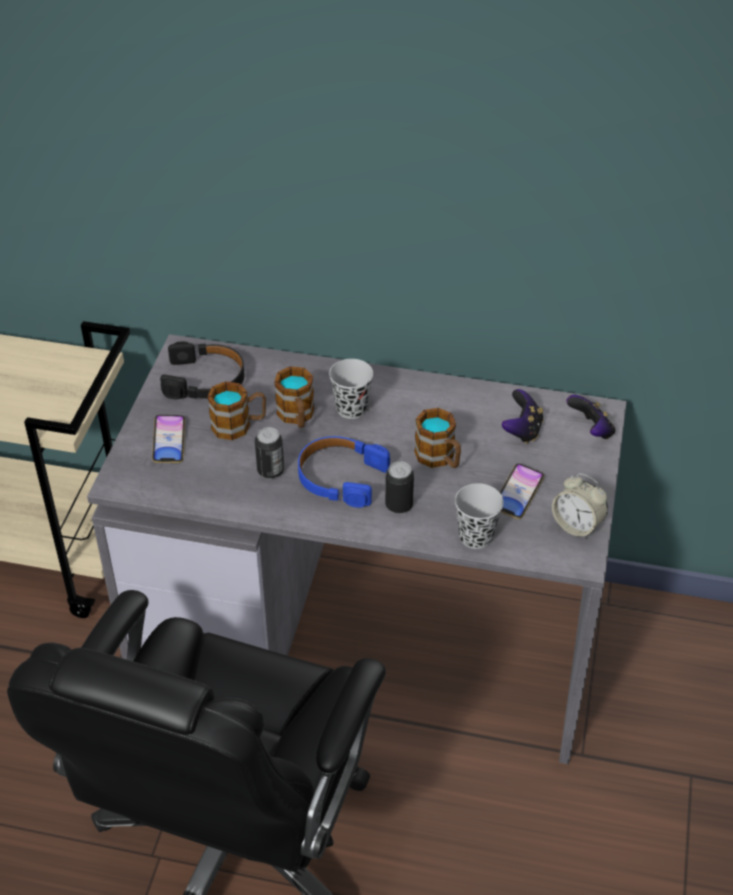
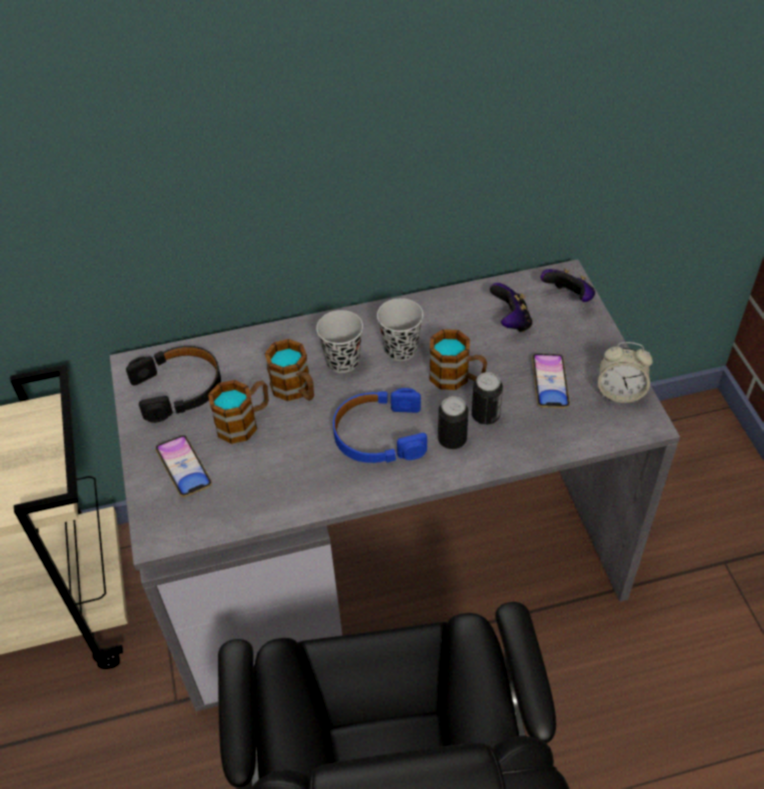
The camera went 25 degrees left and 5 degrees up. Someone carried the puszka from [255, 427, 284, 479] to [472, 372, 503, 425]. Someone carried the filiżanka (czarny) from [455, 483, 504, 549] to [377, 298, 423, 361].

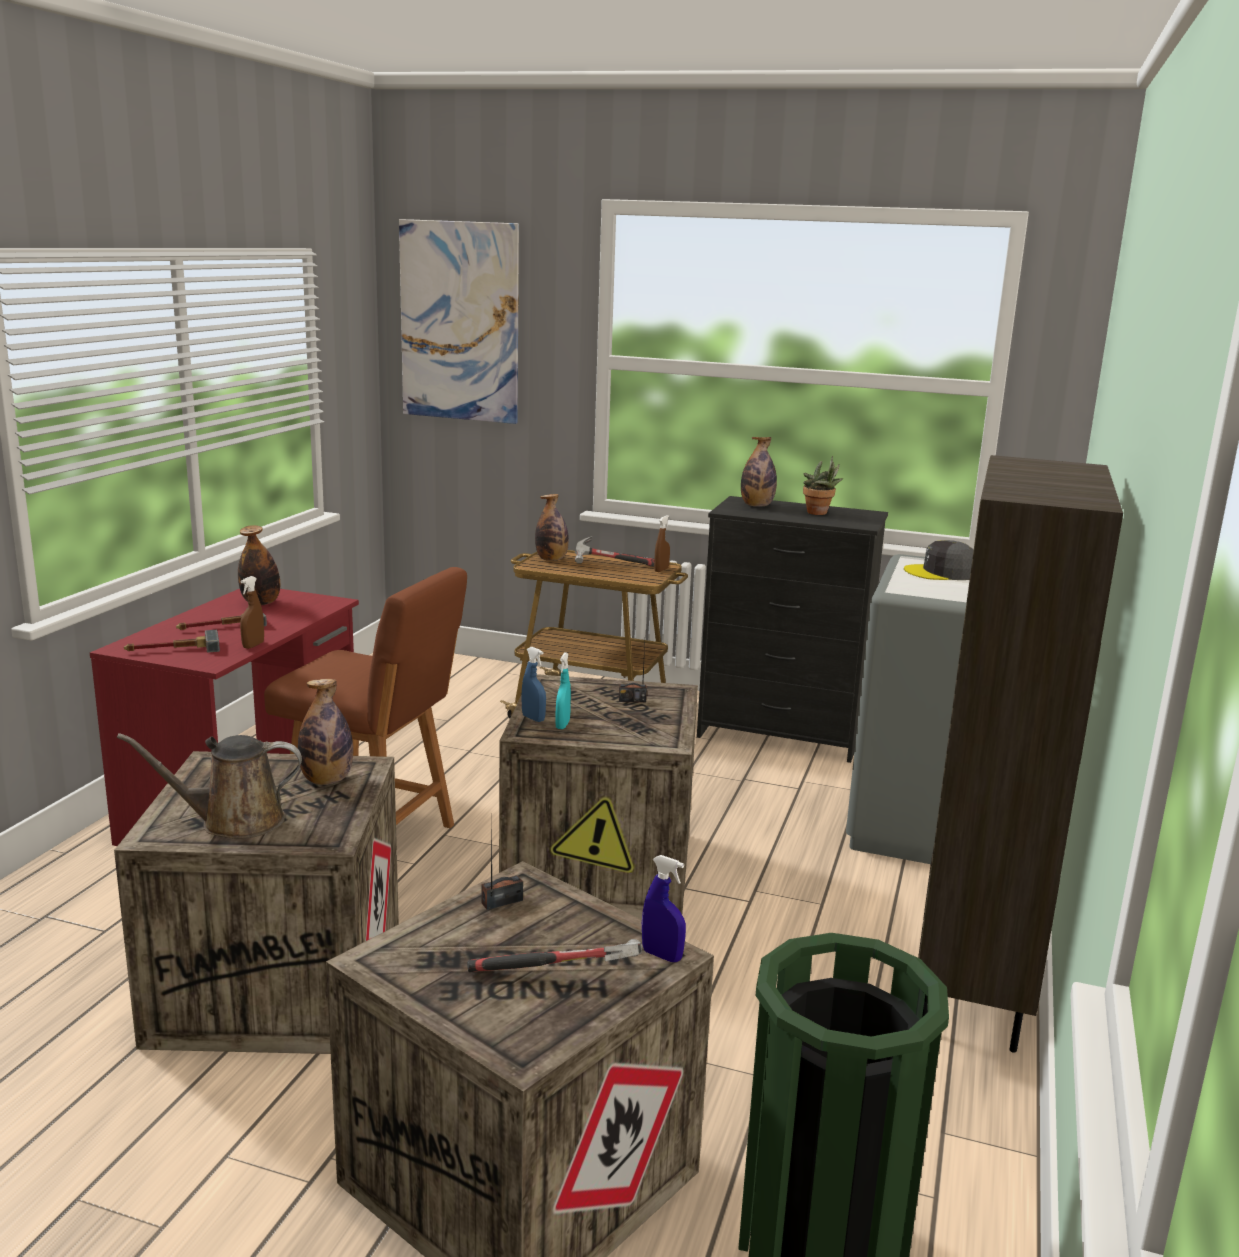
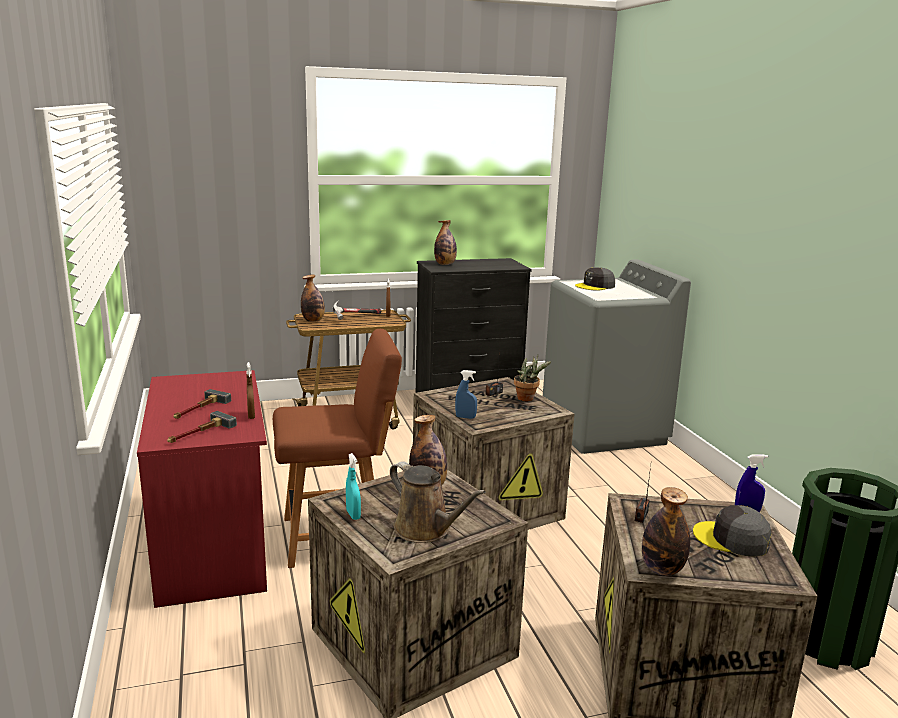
The camera went 35 degrees left and 0 degrees up. Someone took away the obraz at [399, 219, 519, 424]. Someone took away the regał (brązowy) at [918, 455, 1123, 1053]. Someone carried the butelka from [238, 525, 280, 605] to [642, 487, 690, 576]. Someone carried the spryskiwacz (turkusowy) from [556, 652, 571, 729] to [346, 453, 361, 520]. Someone carried the roślina doniczkowa from [803, 456, 843, 515] to [514, 354, 551, 401]. Someone swapped the młotek at [467, 939, 642, 972] for the czapka z daszkiem (szary) at [693, 505, 772, 557]. Someone rotated the konewka (brązowy) at [117, 733, 302, 839] by 90 degrees counterclockwise.

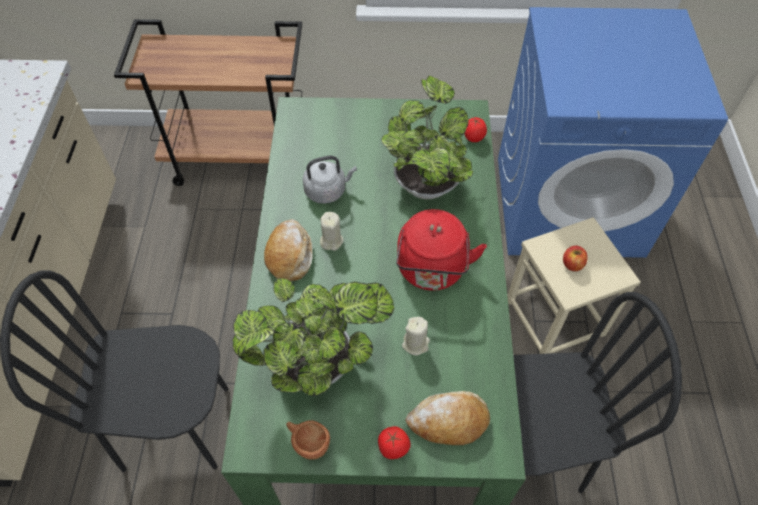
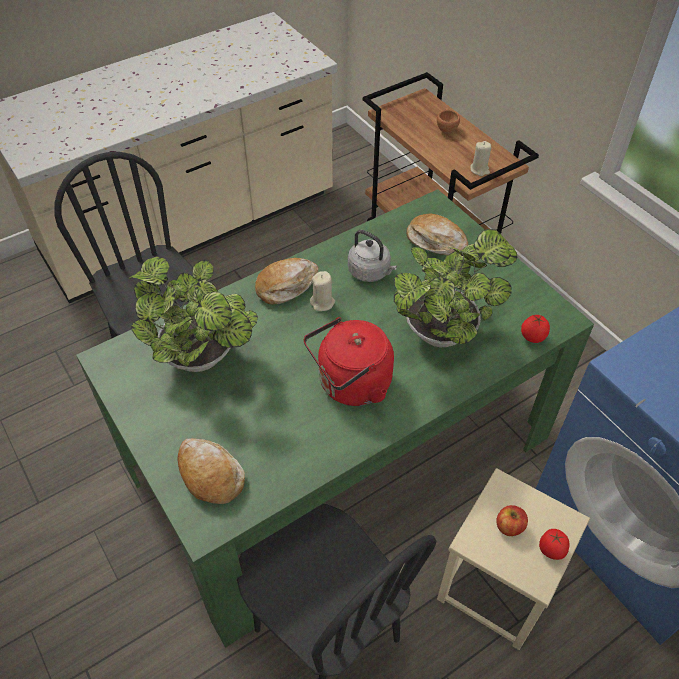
The camera went 55 degrees right and 5 degrees down. Someone put down the chleb at [406, 214, 468, 255]. Someone carried the filiżanka (brązowy) from [286, 420, 330, 460] to [437, 107, 460, 133]. Someone carried the pomidor from [378, 426, 411, 459] to [539, 529, 570, 560]. Someone carried the świeca (beżowy) from [402, 317, 430, 355] to [470, 141, 492, 176].

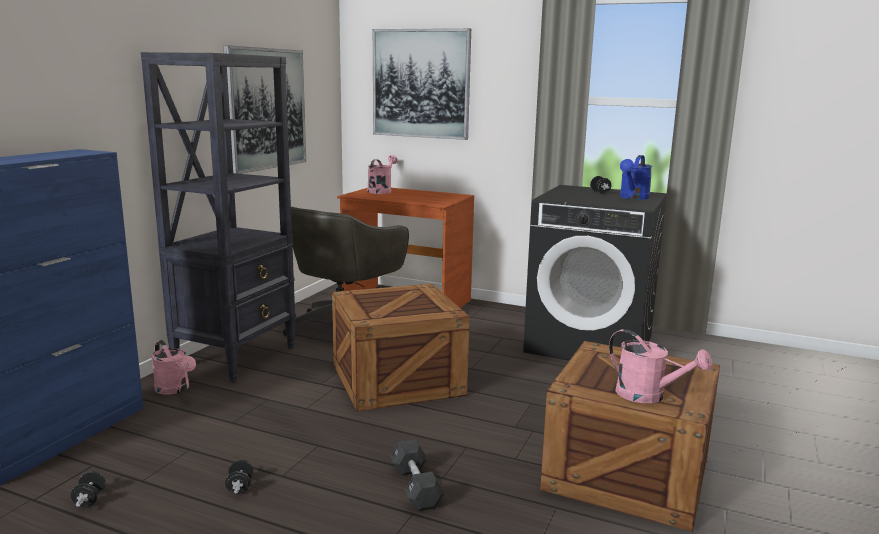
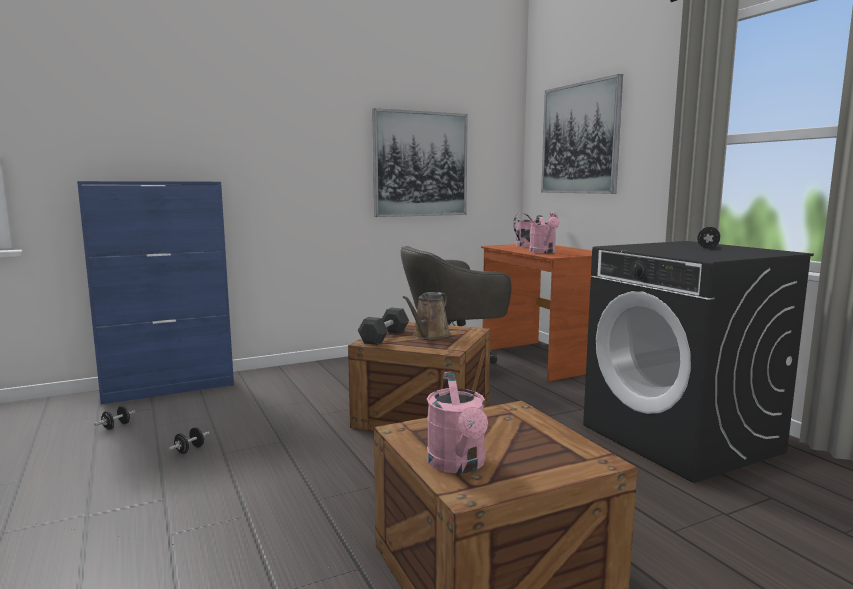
The camera went 40 degrees right and 5 degrees down. Someone took away the regał (czarny) at [141, 52, 296, 383]. Someone took away the konewka (niebieski) at [620, 155, 652, 200]. Someone put down the konewka (brązowy) at [403, 292, 451, 340]. Someone carried the konewka (różowy) from [151, 340, 196, 395] to [529, 215, 560, 254]. Someone carried the hantel (czarny) from [390, 439, 445, 511] to [358, 308, 409, 345].

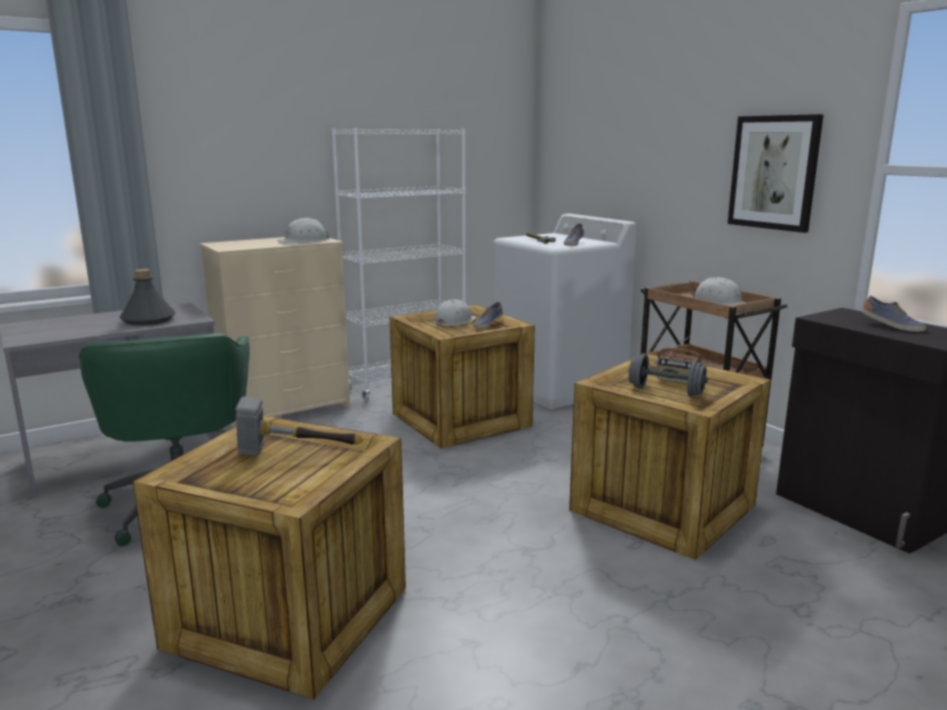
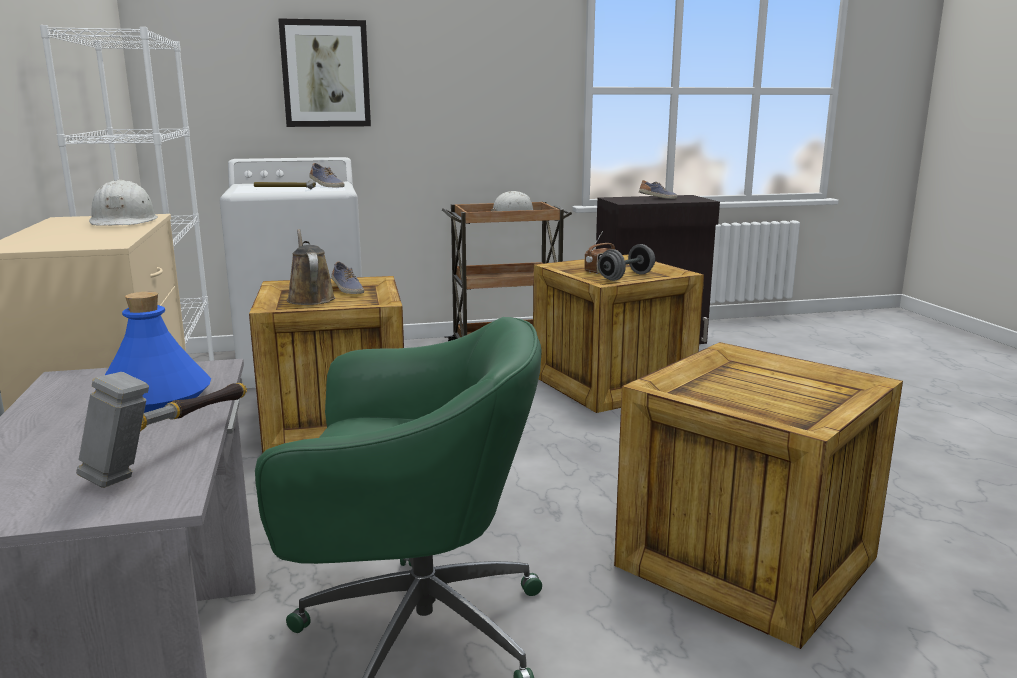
The camera went 70 degrees left and 0 degrees up. Someone carried the młotek from [235, 397, 363, 456] to [76, 372, 247, 488]. Someone carried the obraz from [728, 114, 824, 233] to [278, 18, 371, 127]. Someone swapped the kask (biały) at [434, 299, 477, 326] for the konewka (brązowy) at [287, 229, 336, 305]. Someone repainted the butelka (szary) at [120, 269, 176, 325], which became the butelka (niebieski) at [95, 292, 211, 413].

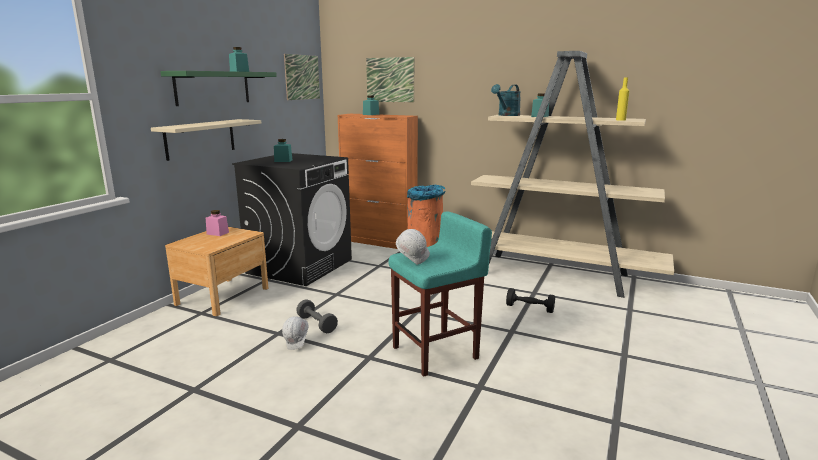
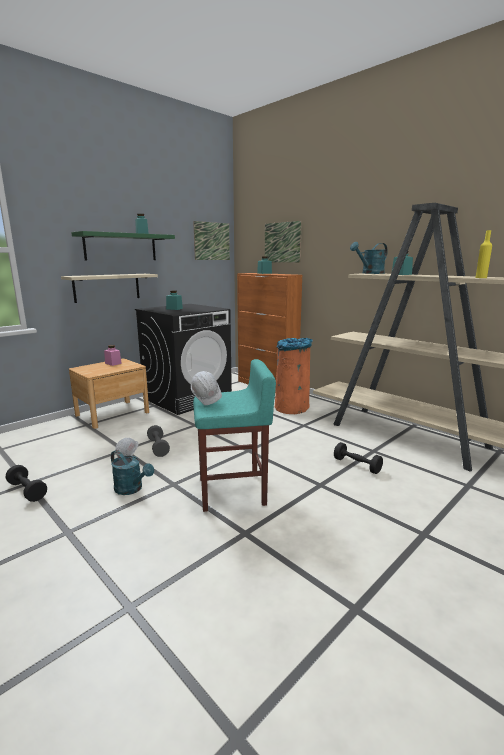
The camera went 20 degrees right and 0 degrees up. Someone put down the hantel (czarny) at [6, 465, 47, 502]. Someone put down the konewka (turkusowy) at [111, 450, 154, 495].

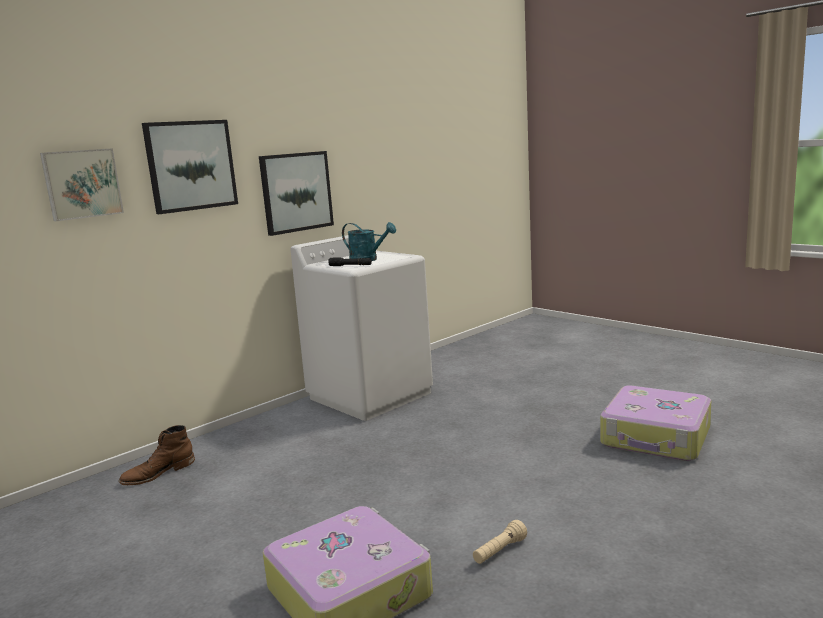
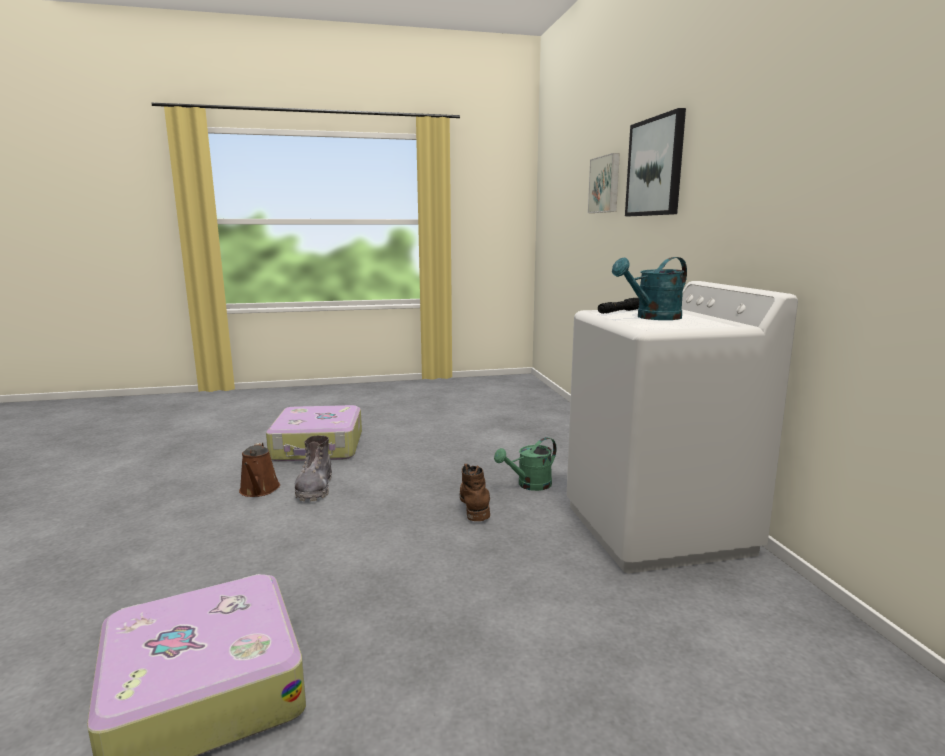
The camera went 120 degrees right and 0 degrees up. Someone took away the obraz at [259, 151, 334, 236]. Someone put down the but z cholewką (szary) at [294, 435, 332, 501]. Someone put down the konewka (zielony) at [494, 437, 557, 491]. Someone carried the but z cholewką (brązowy) from [119, 425, 195, 485] to [460, 464, 490, 521]. Someone swapped the latarka (beżowy) at [473, 520, 527, 564] for the konewka (brązowy) at [239, 442, 280, 497].

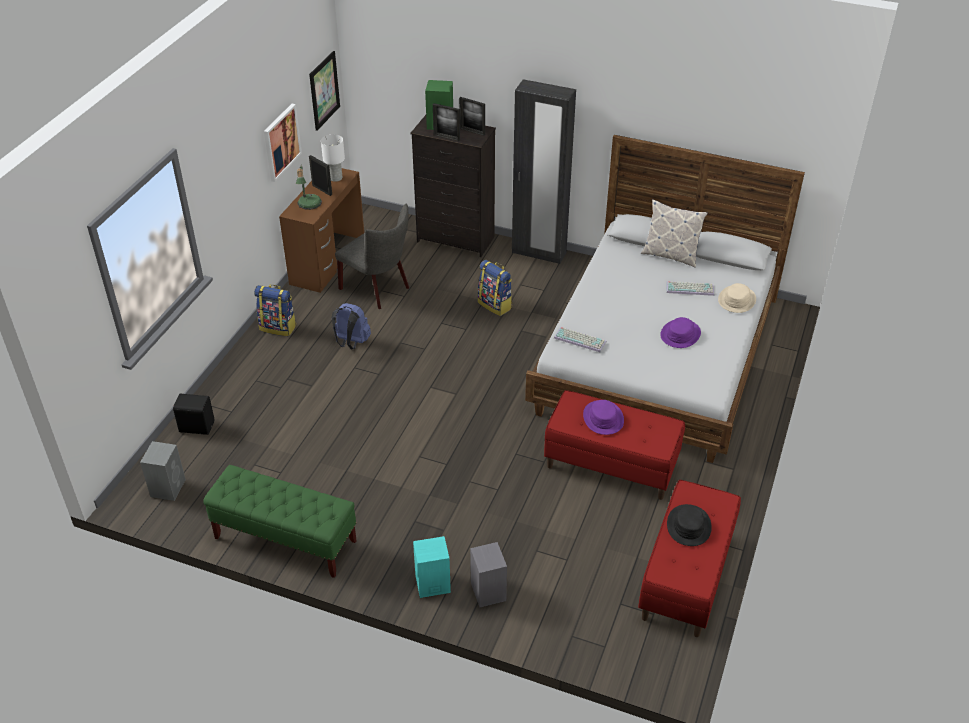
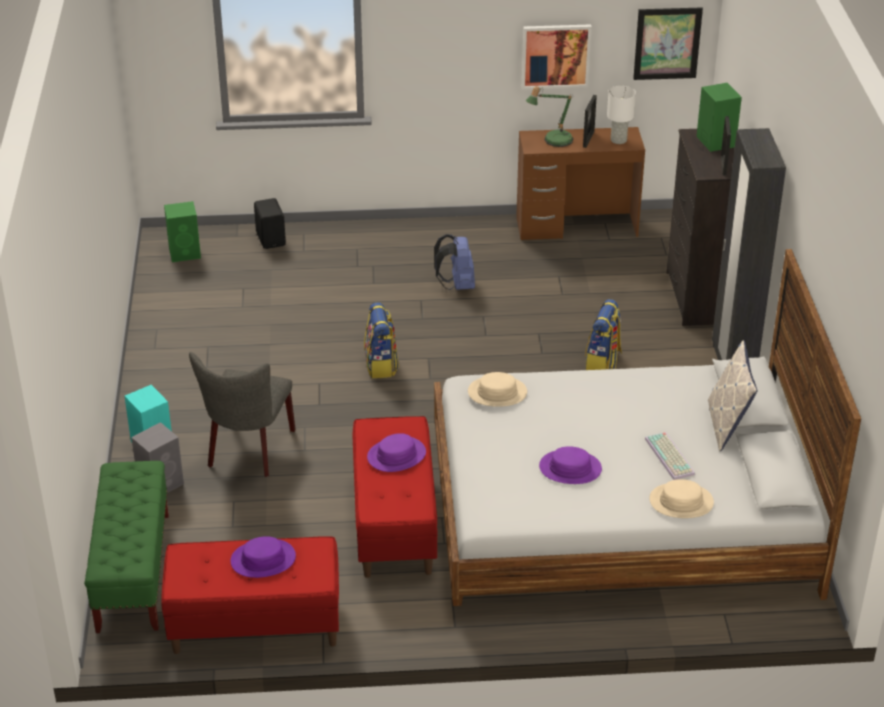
The camera went 65 degrees right and 5 degrees down. Someone took away the ramka na zdjęcie at [433, 103, 460, 141]. Someone carried the ławka (zielony) from [203, 465, 357, 578] to [84, 461, 169, 633]. Someone carried the plecak from [254, 285, 297, 336] to [364, 302, 399, 379]. Someone carried the krzesło (szary) from [335, 204, 409, 309] to [189, 352, 296, 477]. Someone swapped the klawiatura at [554, 327, 607, 352] for the kapelusz (beżowy) at [468, 372, 527, 407]. Someone repainted the głośnik (szary) at [140, 441, 186, 501], which became the głośnik (zielony) at [164, 201, 201, 262]. Someone repainted the kapelusz (czarny) at [667, 504, 712, 546], which became the kapelusz (fioletowy) at [230, 536, 296, 578].

